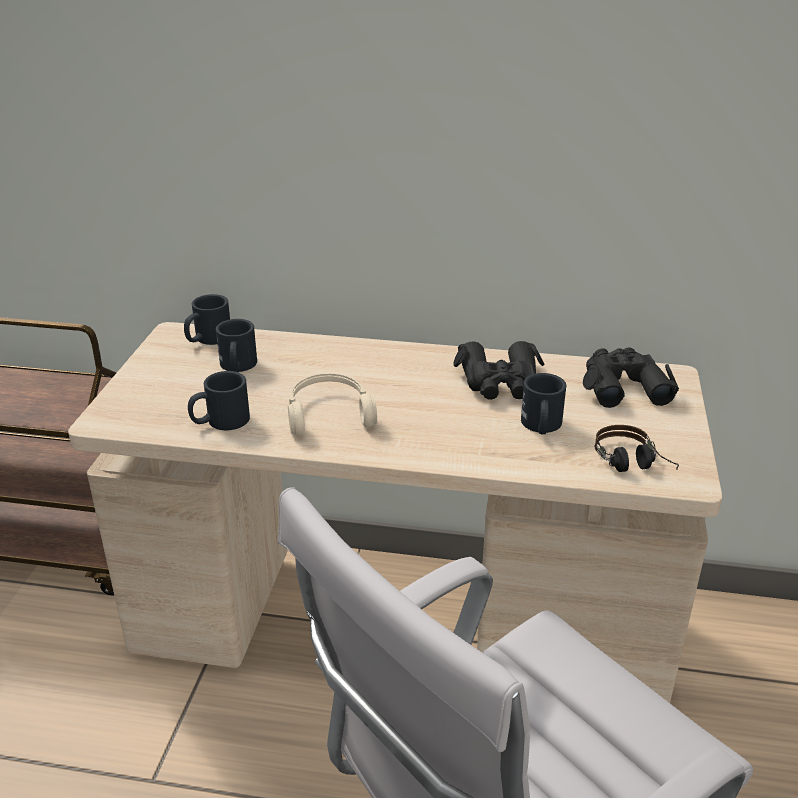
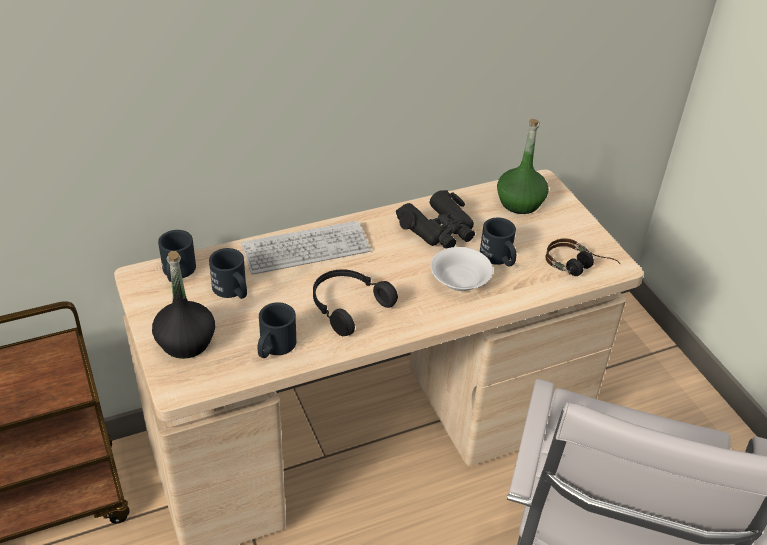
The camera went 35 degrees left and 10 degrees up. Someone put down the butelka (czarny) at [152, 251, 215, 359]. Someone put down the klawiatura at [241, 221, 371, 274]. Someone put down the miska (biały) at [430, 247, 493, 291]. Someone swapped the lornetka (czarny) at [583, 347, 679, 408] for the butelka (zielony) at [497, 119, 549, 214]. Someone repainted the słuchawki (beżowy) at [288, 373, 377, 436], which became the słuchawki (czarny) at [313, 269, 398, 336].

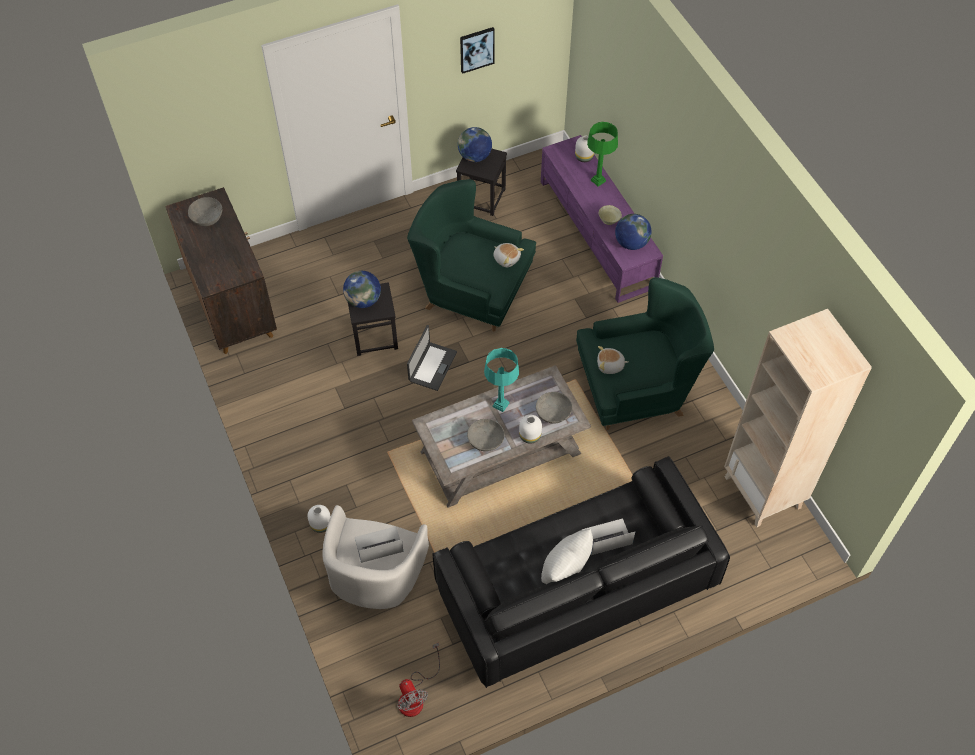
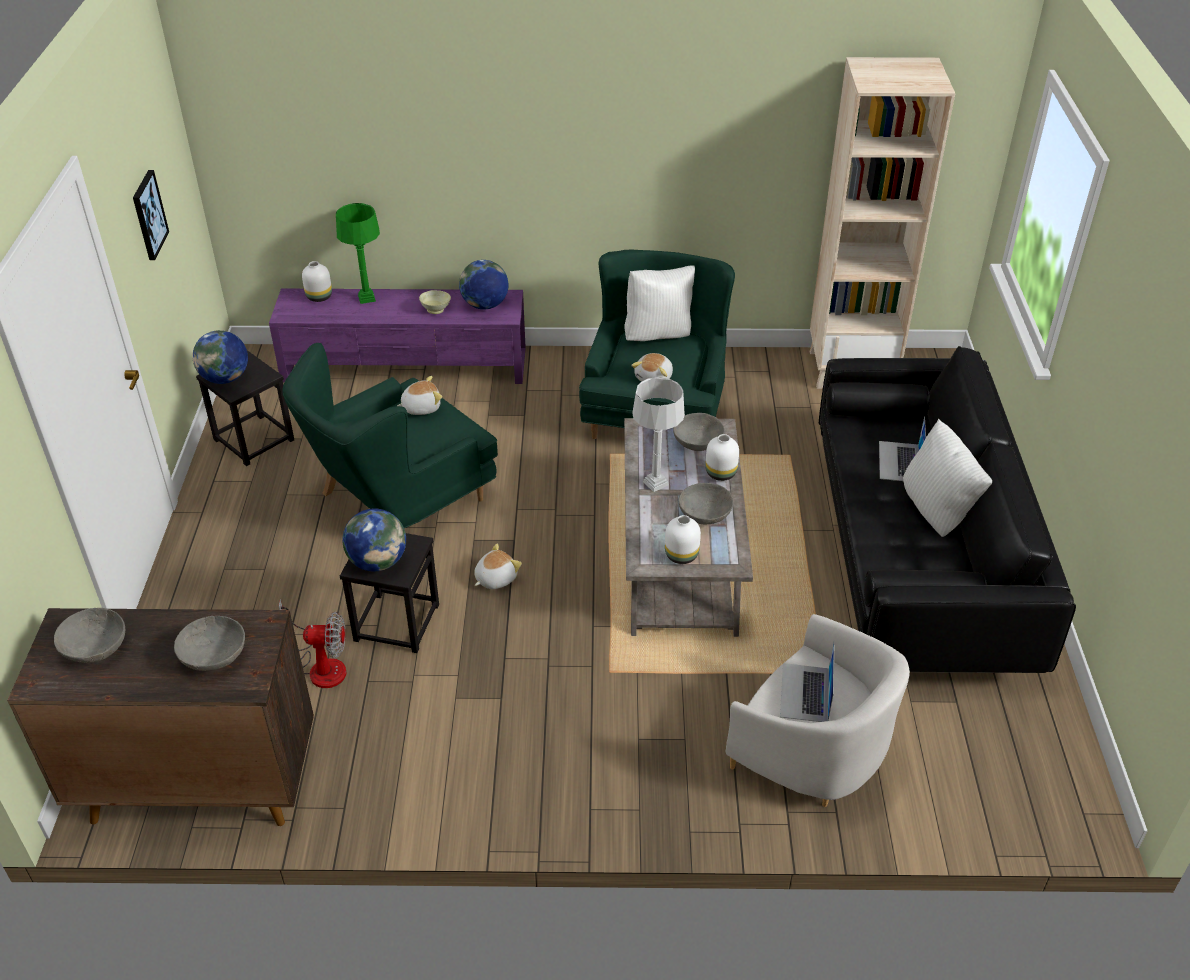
The camera went 65 degrees left and 15 degrees down. Someone put down the miska (szary) at [174, 616, 245, 671]. Someone put down the poduszka (biały) at [624, 266, 695, 341]. Someone carried the wazon (biały) from [308, 505, 331, 533] to [665, 515, 701, 564]. Someone carried the wentylator from [397, 642, 440, 717] to [279, 599, 346, 688]. Someone swapped the laptop at [407, 325, 457, 391] for the pluszak at [474, 544, 522, 589]. Someone repainted the lampa stołowa (turkusowy) at [484, 348, 519, 412], which became the lampa stołowa (szary) at [632, 377, 685, 492].

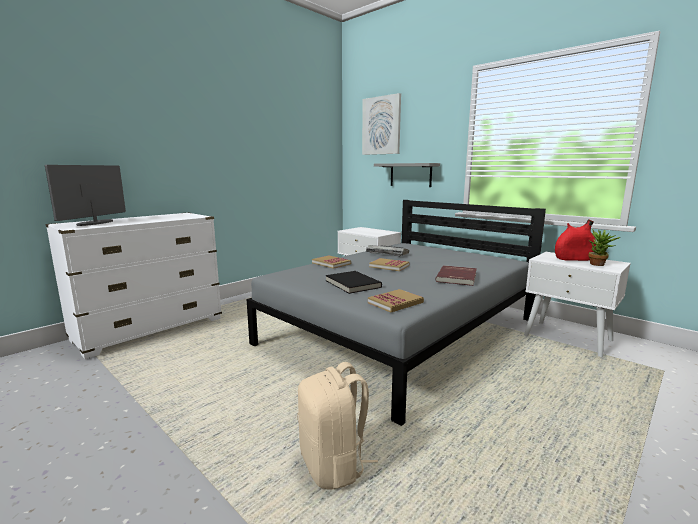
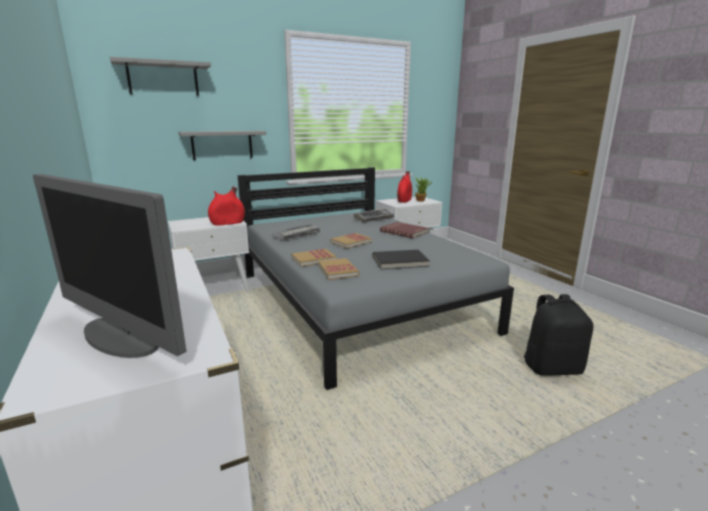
The camera went 70 degrees left and 5 degrees up. Someone put down the wazon (czerwony) at [208, 186, 245, 226]. Someone put down the klawiatura at [354, 209, 394, 222]. Someone carried the książka from [368, 289, 424, 312] to [318, 258, 359, 280]. Someone swapped the obraz at [362, 93, 401, 155] for the półka (szary) at [110, 57, 211, 96]. Someone repainted the plecak (beżowy) at [297, 362, 378, 490], which became the plecak (czarny) at [524, 294, 593, 376].

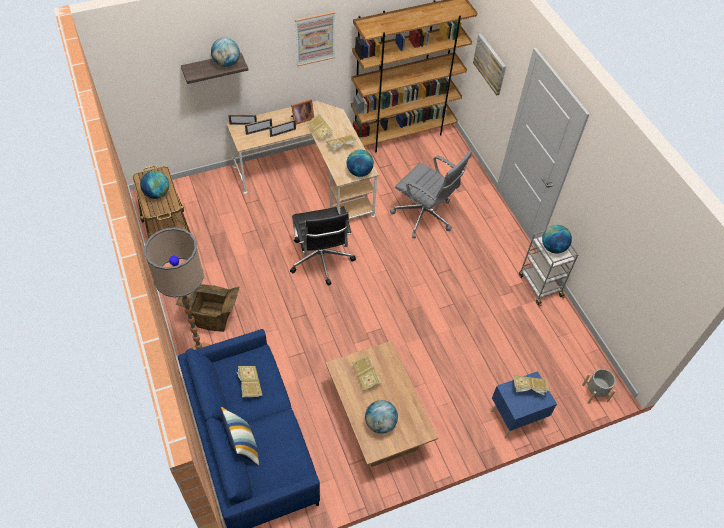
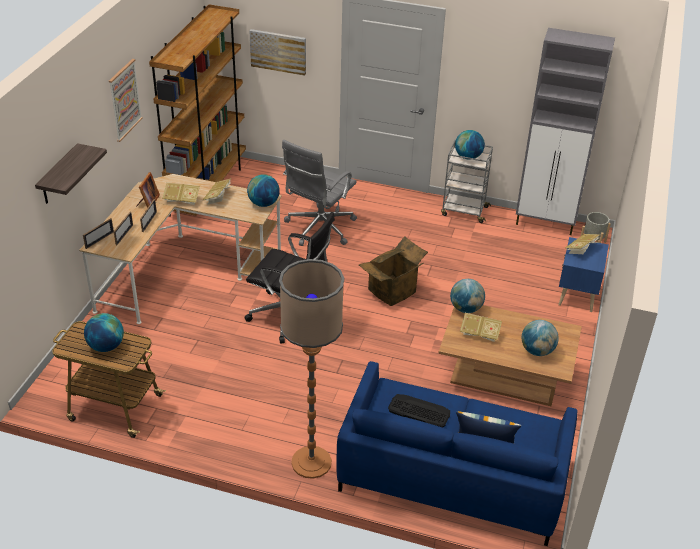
The camera went 50 degrees left and 15 degrees down. Someone put down the szafka (szary) at [516, 28, 615, 235]. Someone carried the karton from [175, 284, 239, 332] to [359, 236, 428, 306]. Someone carried the globus from [211, 38, 240, 67] to [450, 279, 485, 313]. Someone swapped the książka at [237, 366, 263, 397] for the klawiatura at [388, 394, 450, 428]. Someone rotated the krzesło biurowe (szary) at [390, 150, 472, 238] by 135 degrees clockwise.

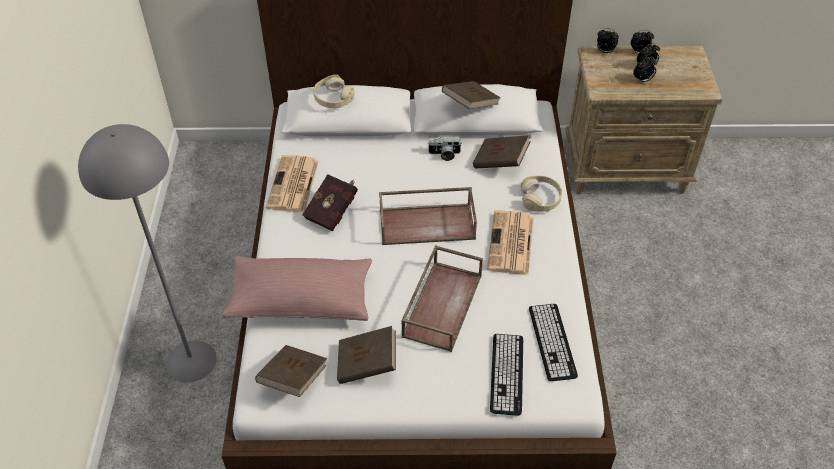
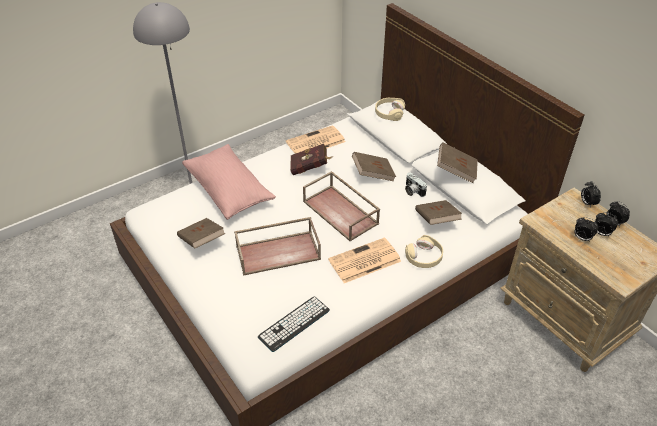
The camera went 55 degrees right and 5 degrees down. Someone took away the klawiatura at [490, 334, 523, 416]. Someone carried the książka (brązowy) from [255, 345, 327, 397] to [352, 152, 396, 181].

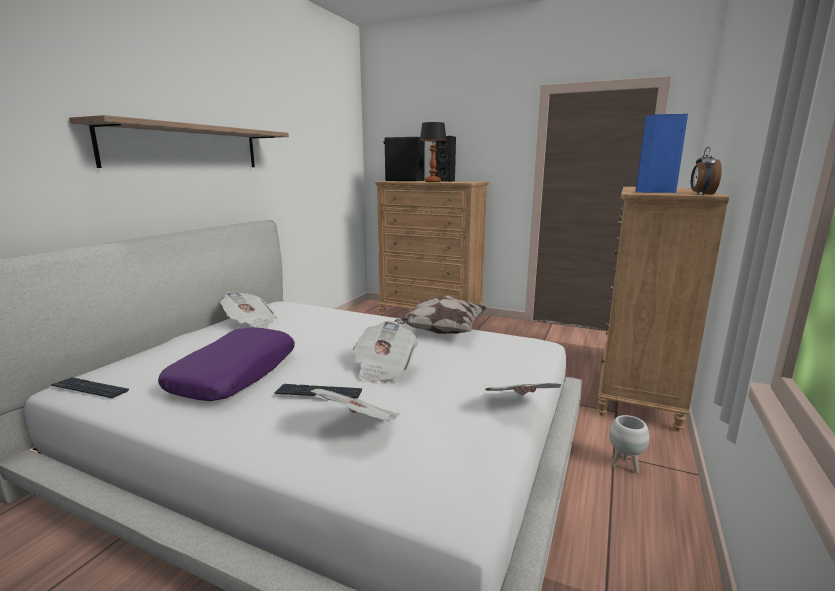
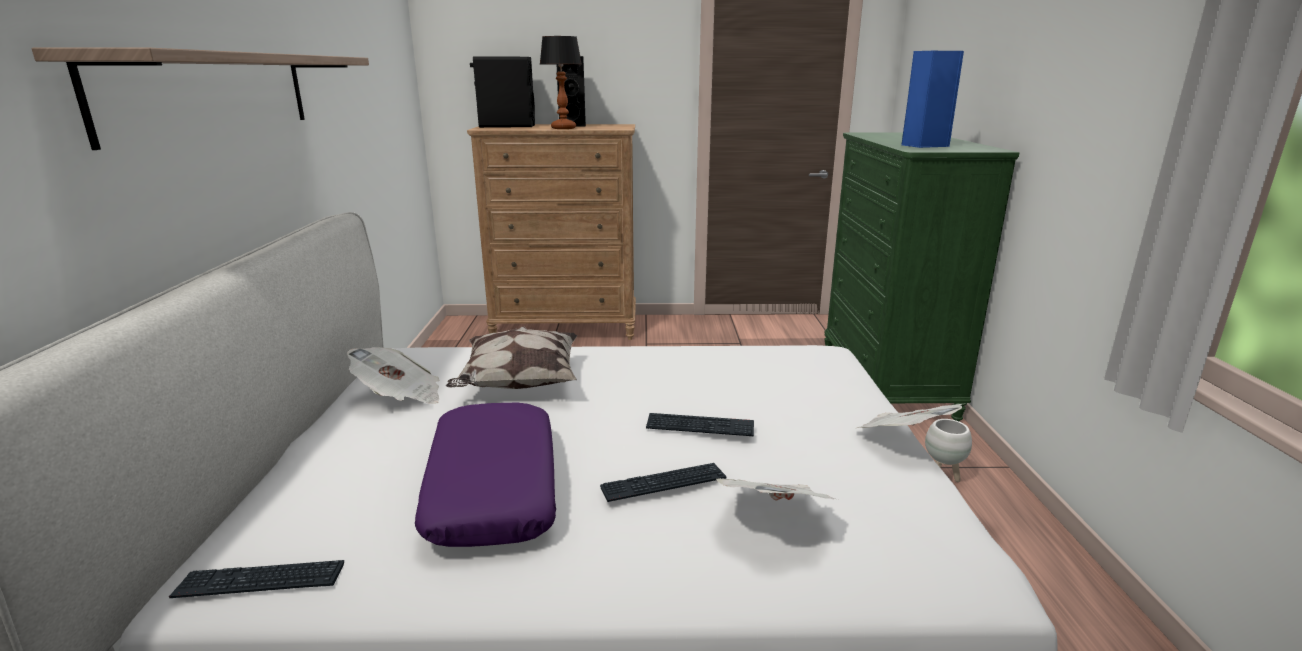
The camera went 25 degrees left and 5 degrees up. Someone took away the budzik at [691, 147, 722, 195]. Someone carried the poduszka from [395, 295, 487, 334] to [446, 327, 577, 389]. Someone swapped the gazeta at [353, 321, 418, 383] for the klawiatura at [646, 413, 754, 436]. Someone repainted the komoda (brązowy) at [597, 187, 729, 432], which became the komoda (zielony) at [824, 132, 1020, 422].

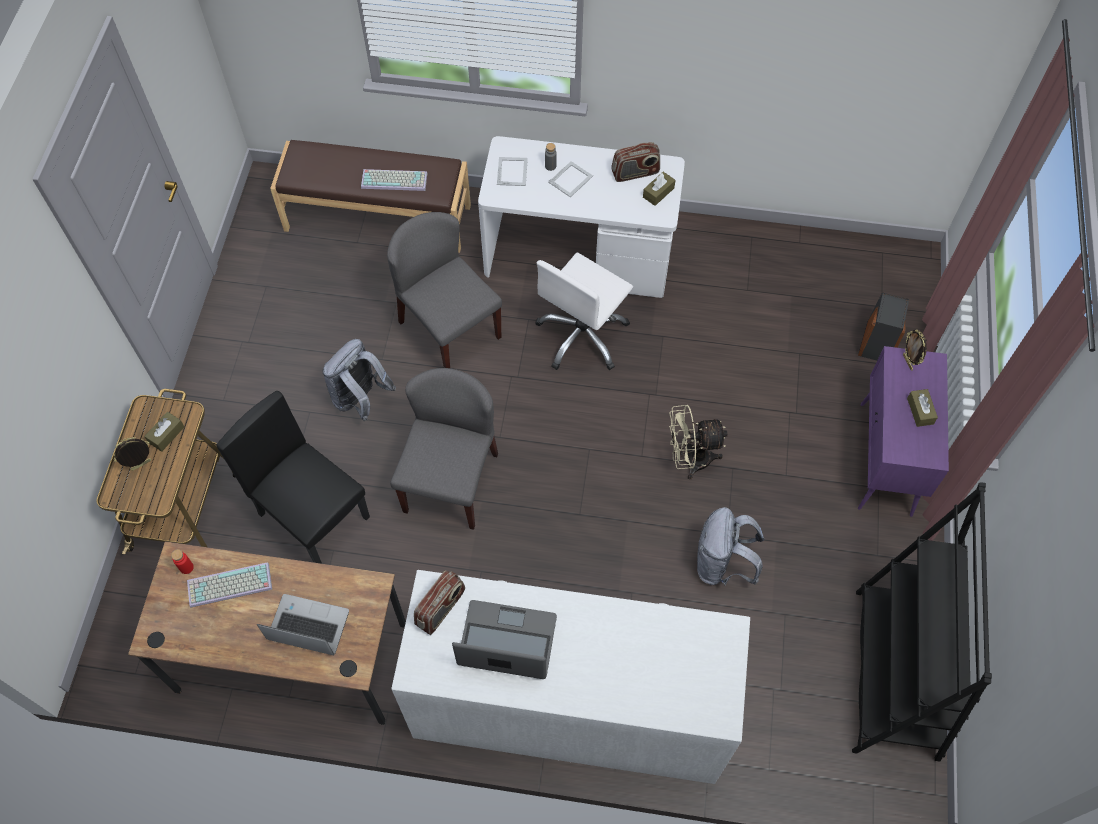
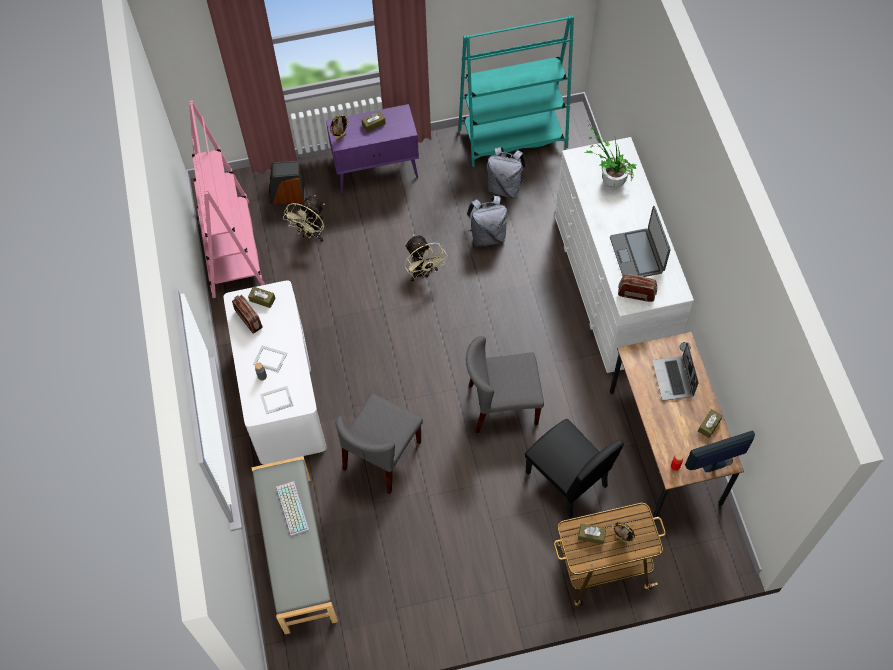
The camera went 110 degrees left and 0 degrees up. Someone took away the klawiatura at [187, 562, 272, 608]. Someone took away the krzesło biurowe (biały) at [535, 252, 633, 370]. Someone put down the regał (różowy) at [189, 100, 265, 298]. Someone put down the wentylator (beżowy) at [284, 195, 325, 242]. Someone put down the roślina doniczkowa at [585, 120, 637, 189]. Someone put down the monitor at [685, 431, 755, 472]. Someone put down the pudełko chusteczek (brązowy) at [698, 409, 723, 438]. Someone carried the plecak (szary) from [322, 339, 396, 421] to [487, 147, 526, 198]. Someone repainted the ławka (brązowy) at [270, 140, 471, 253], which became the ławka (szary) at [252, 456, 338, 634]. Someone repainted the regał (czarny) at [852, 483, 992, 761], which became the regał (turkusowy) at [458, 16, 574, 167]. Someone rotated the krzesło (czarny) at [216, 391, 370, 564] by 60 degrees counterclockwise.

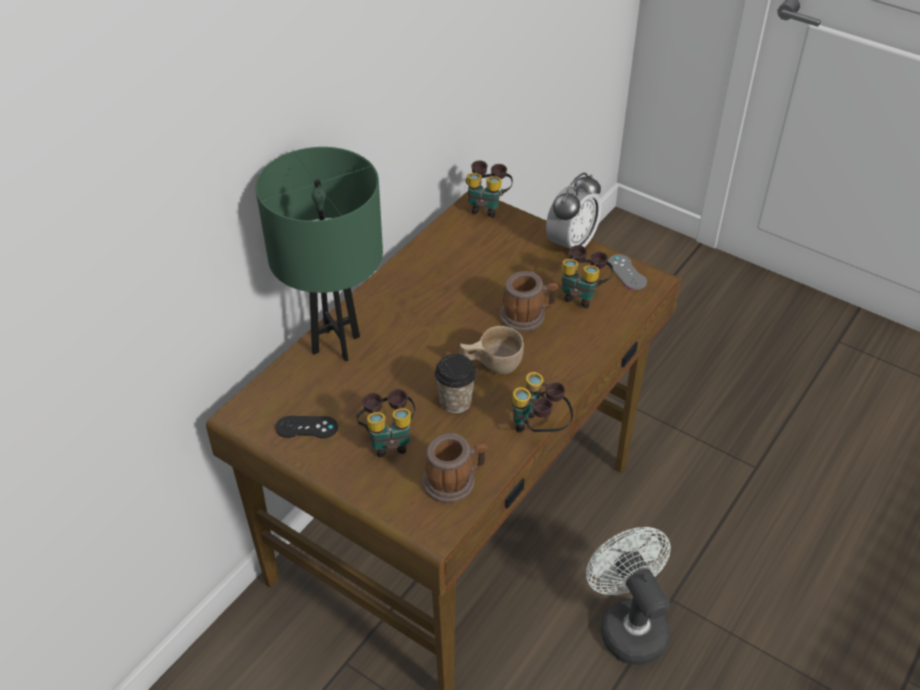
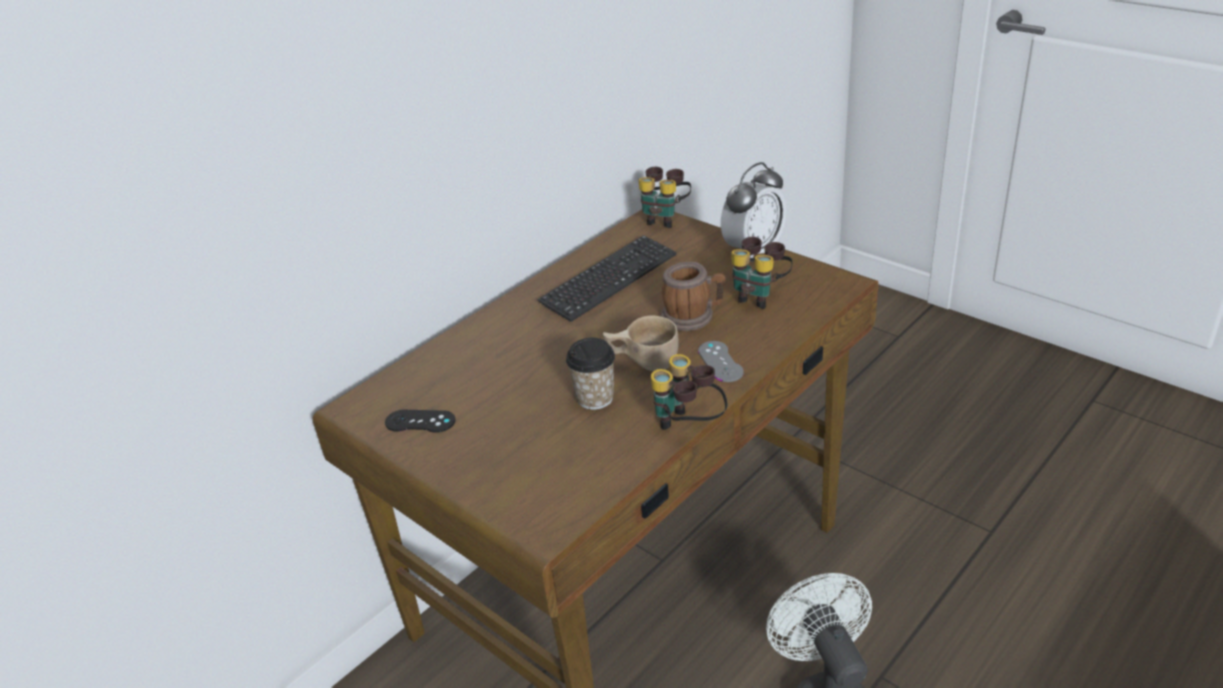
The camera went 10 degrees right and 10 degrees down. Someone took away the lampa stołowa (zielony) at [256, 147, 383, 362]. Someone took away the lornetka at [356, 389, 416, 457]. Someone took away the kubek at [423, 433, 488, 503]. Someone put down the klawiatura at [537, 235, 676, 322]. Someone carried the pad do gier (szary) from [608, 254, 647, 290] to [698, 341, 744, 382].

